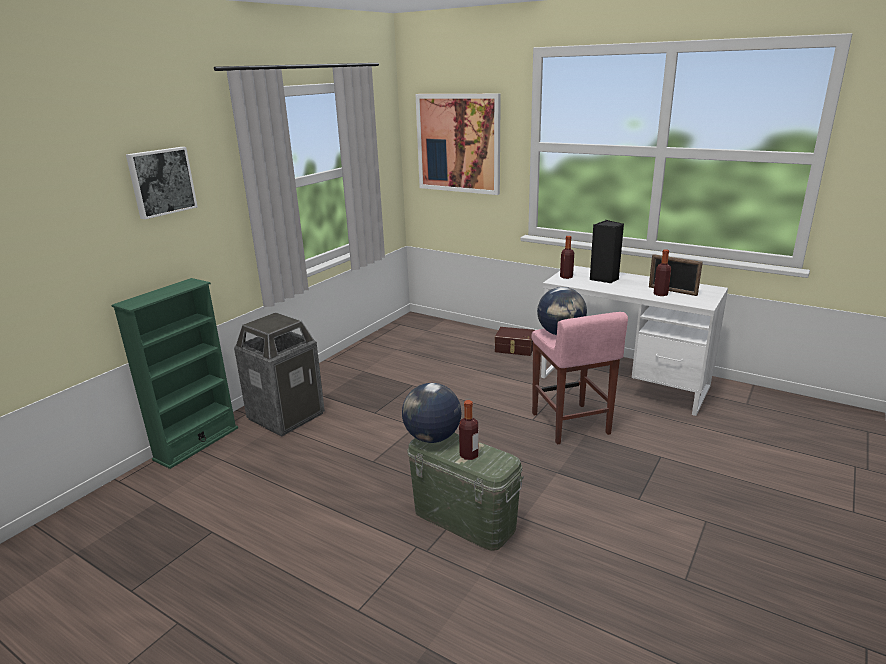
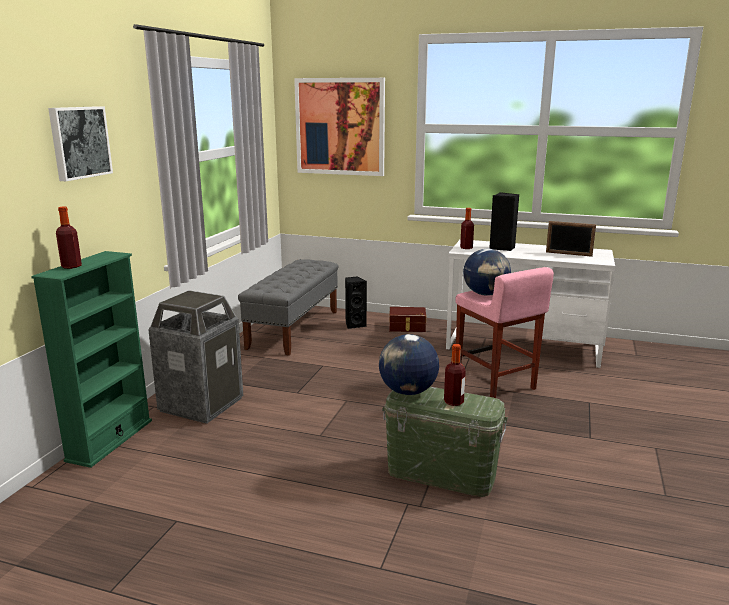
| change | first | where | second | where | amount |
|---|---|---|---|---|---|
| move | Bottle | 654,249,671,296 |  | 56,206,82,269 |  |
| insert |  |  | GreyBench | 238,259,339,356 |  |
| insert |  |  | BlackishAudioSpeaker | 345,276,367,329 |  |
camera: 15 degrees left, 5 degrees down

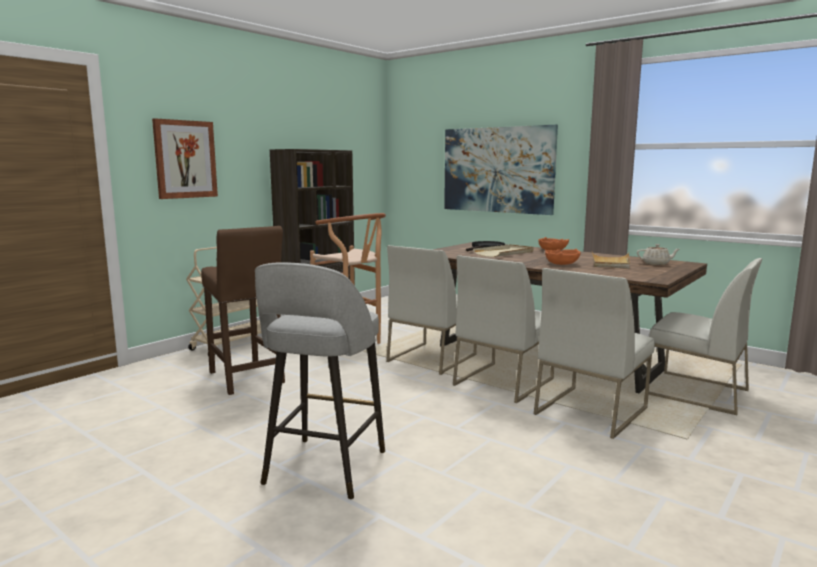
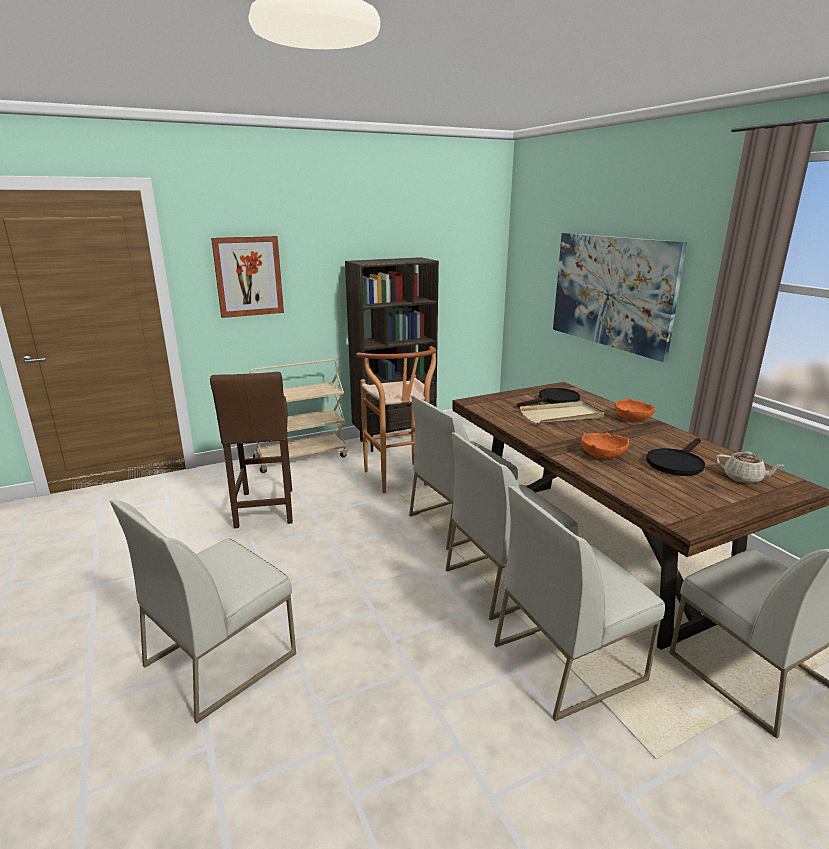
| change | first | where | second | where | amount |
|---|---|---|---|---|---|
| replace | BeigeTray | 592,252,630,269 | BlackishFryingPan | 646,438,705,476 |  |
| replace | GreyStool | 255,262,385,500 | WhiteChair | 110,500,296,724 |  |
camera: 25 degrees right, 10 degrees up

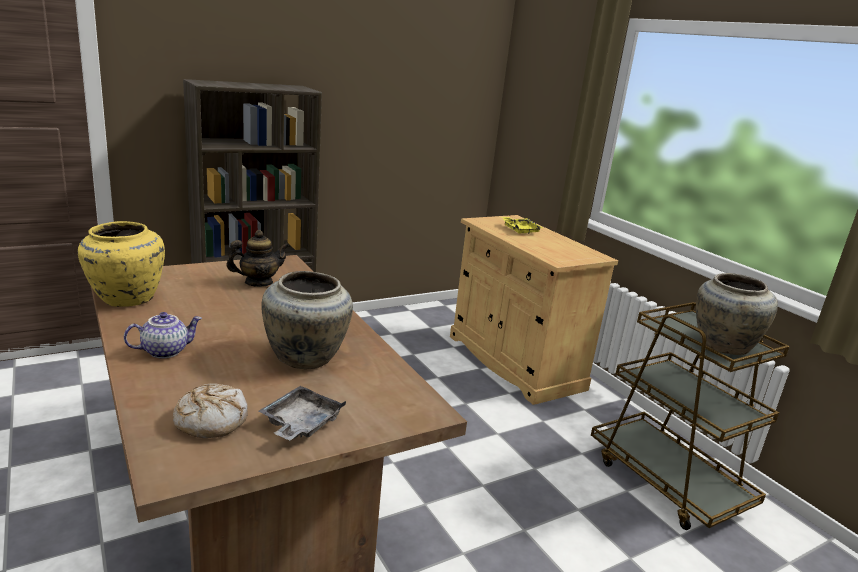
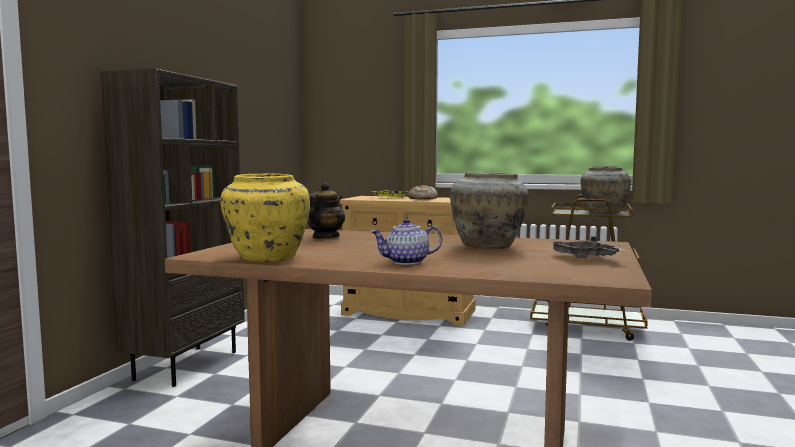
| change | first | where | second | where | amount |
|---|---|---|---|---|---|
| rotate | TeaPot | 124,312,202,359 |  | 370,219,442,265 | 120 degrees counterclockwise |
| move | BakeryBread | 173,384,248,438 |  | 408,185,438,200 |  |
camera: 40 degrees left, 15 degrees down

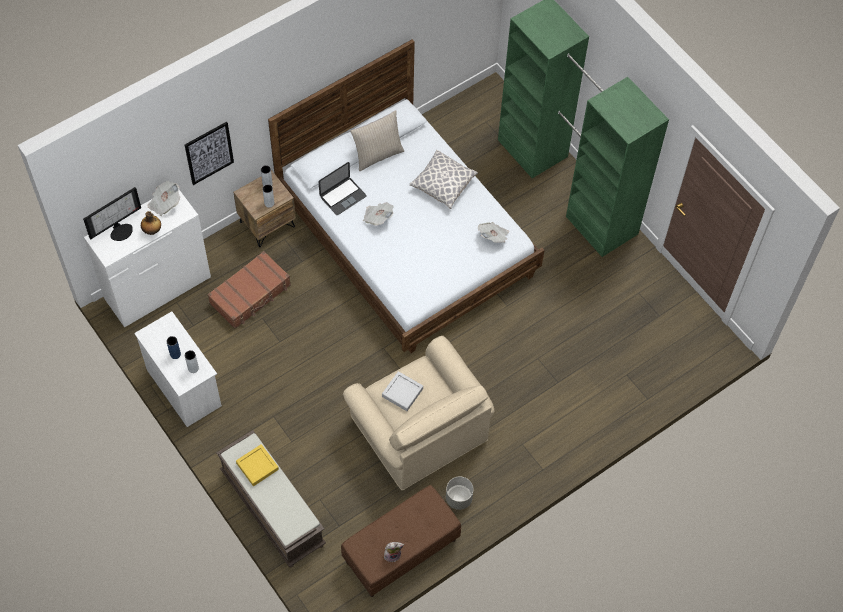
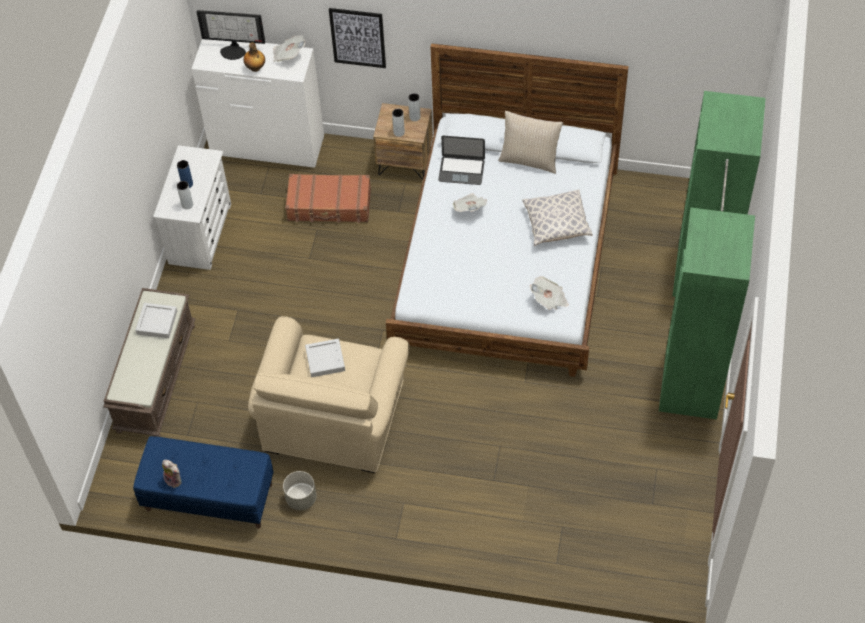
| change | first | where | second | where | amount |
|---|---|---|---|---|---|
| recolor | YellowColouredTray | 236,444,279,486 | GreyTray | 135,303,177,338 |  |
| recolor | BrownishBench | 341,485,461,597 | BlueColouredBench | 133,436,274,529 |  |
camera: 50 degrees right, 5 degrees down

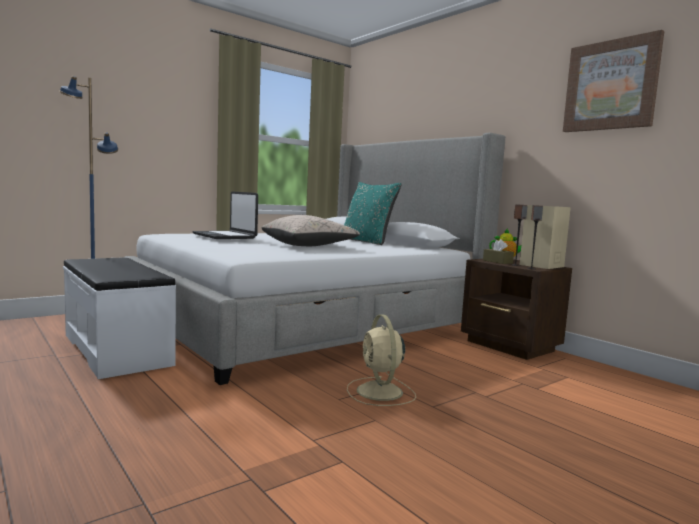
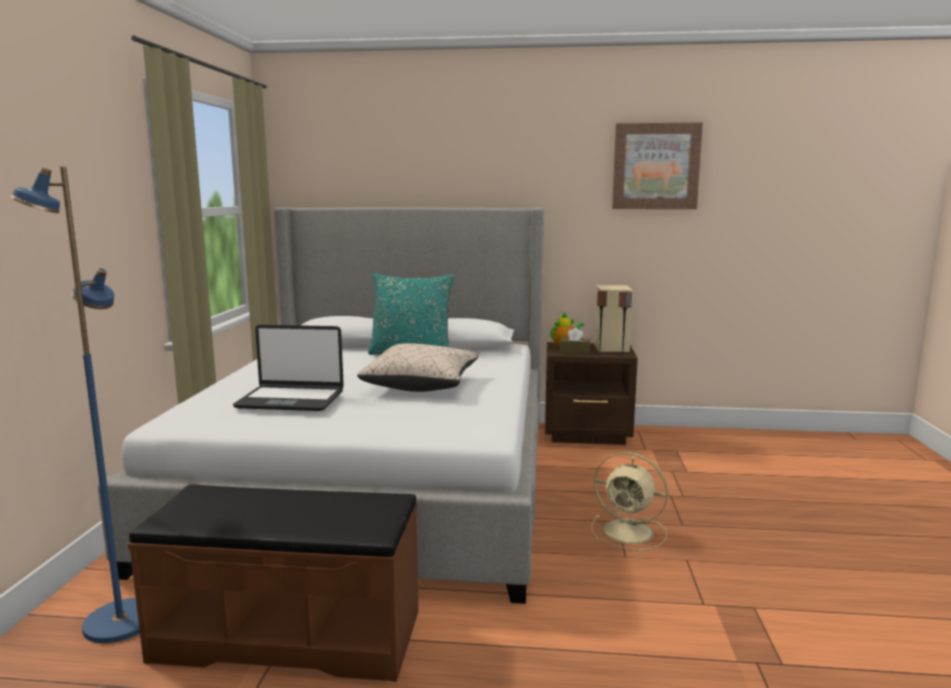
| change | first | where | second | where | amount |
|---|---|---|---|---|---|
| recolor | WhiteBench | 63,258,176,379 | BrownishBench | 128,484,418,682 |  |
camera: 45 degrees left, 5 degrees up

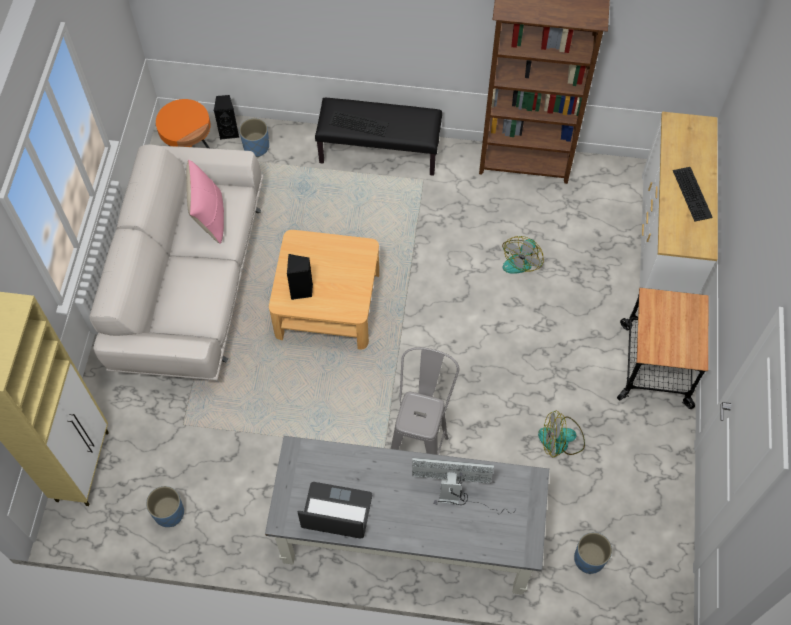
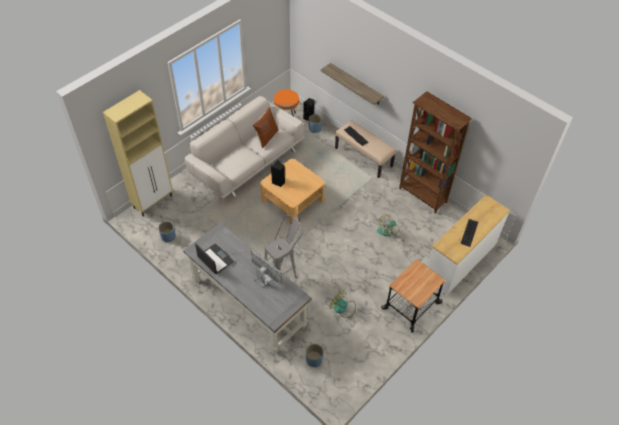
| change | first | where | second | where | amount |
|---|---|---|---|---|---|
| recolor | BlackishBench | 315,98,442,176 | BeigeBench | 335,120,397,178 |  |
| recolor | PinkColouredThrowPillow | 186,160,224,244 | BrownishThrowPillow | 253,107,278,148 |  |
| insert |  |  | Shelf | 321,63,384,105 |  |
camera: 35 degrees right, 10 degrees down

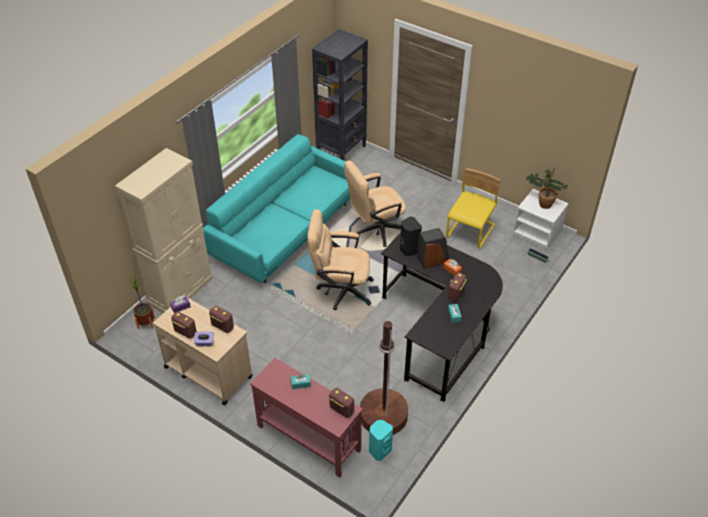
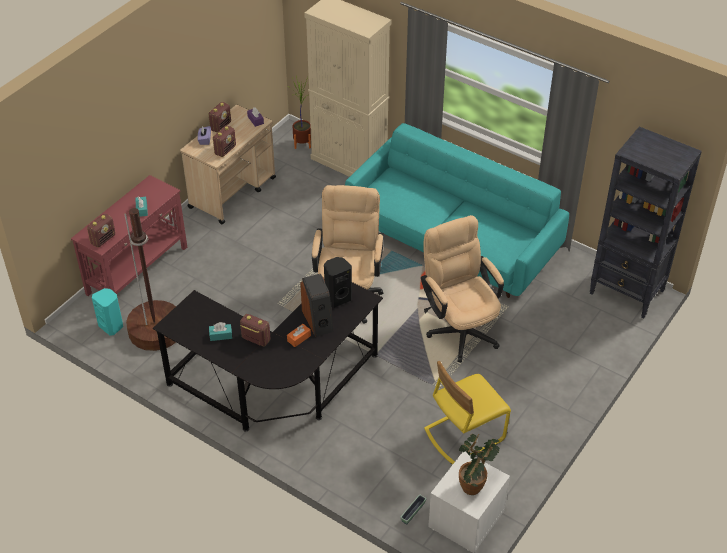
| change | first | where | second | where | amount |
|---|---|---|---|---|---|
| rotate | YellowColouredChair | 446,168,501,248 |  | 424,361,511,465 | 120 degrees clockwise |
camera: 90 degrees right, 0 degrees up

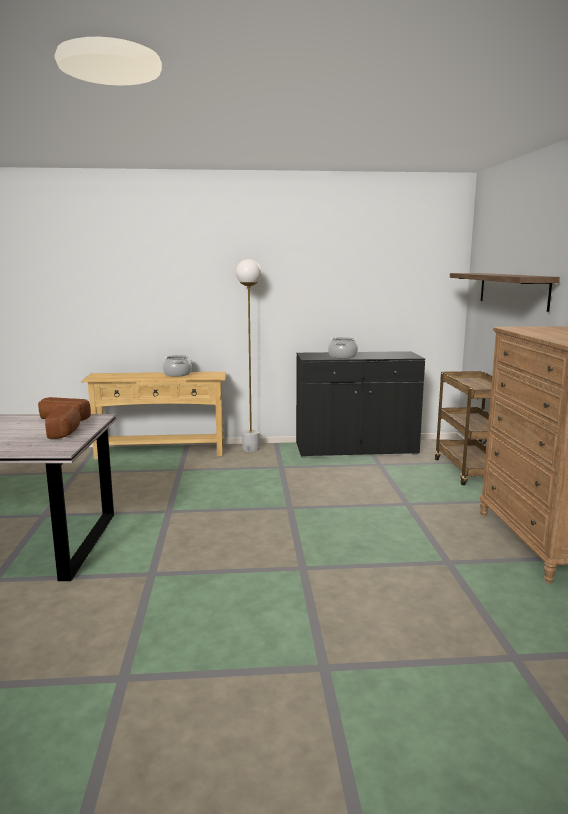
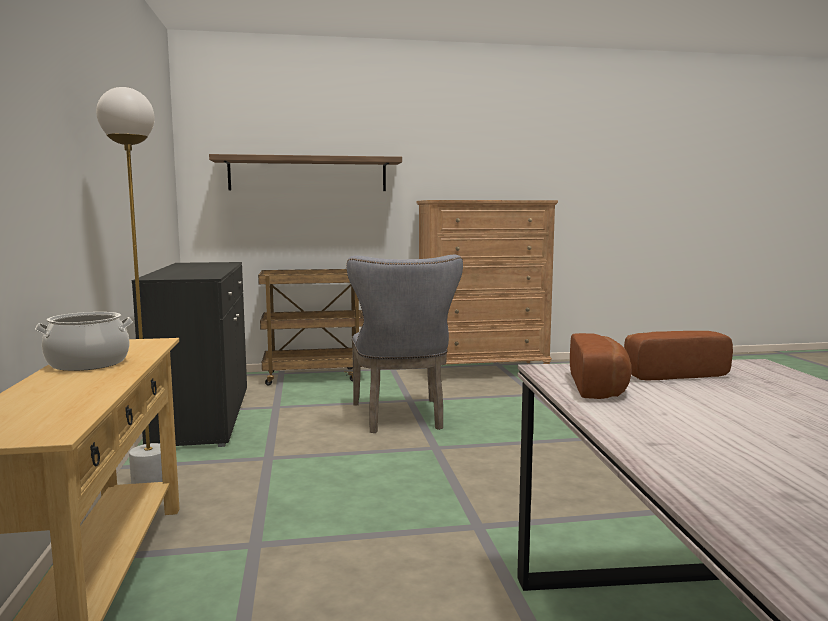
| change | first | where | second | where | amount |
|---|---|---|---|---|---|
| delete | Stockpot | 328,337,358,358 |  |  |  |
| insert |  |  | GreyChair | 346,255,463,433 |  |
camera: 95 degrees left, 5 degrees down

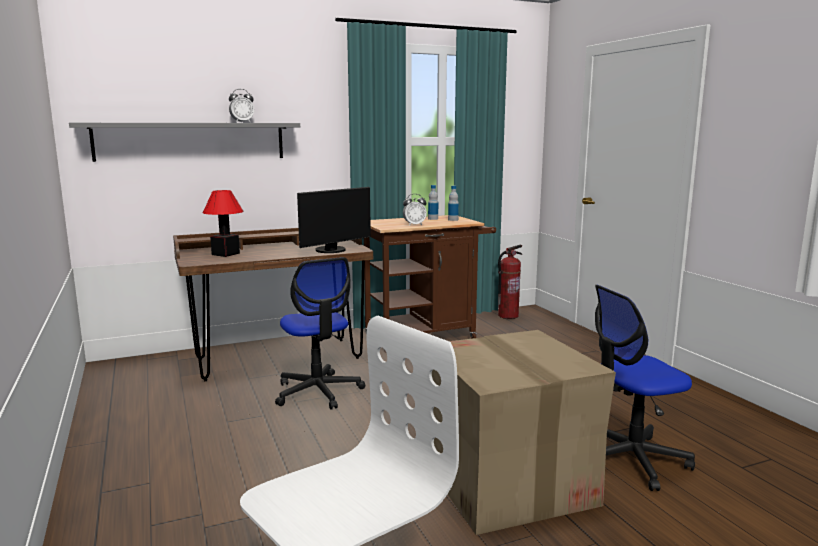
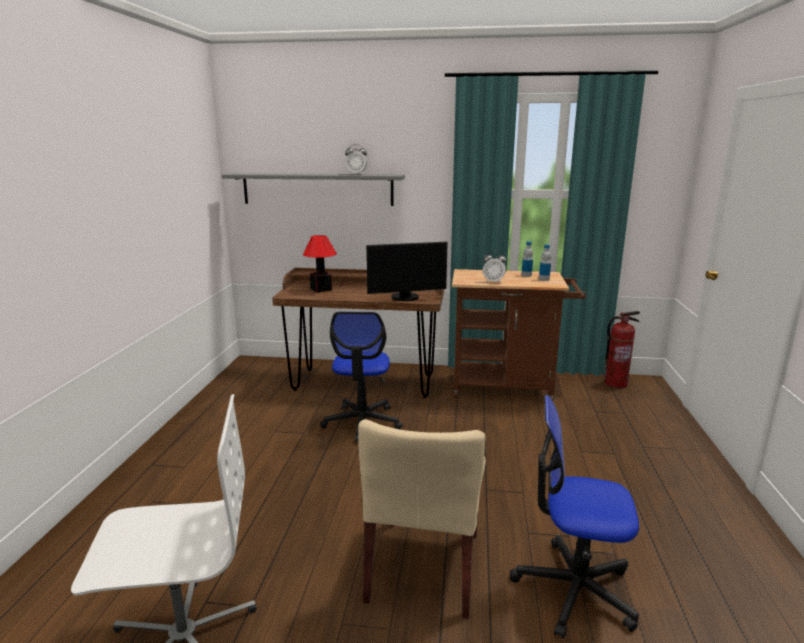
| change | first | where | second | where | amount |
|---|---|---|---|---|---|
| replace | Carton | 432,330,616,535 | BeigeChair | 358,419,486,619 |  |
camera: 30 degrees right, 5 degrees up

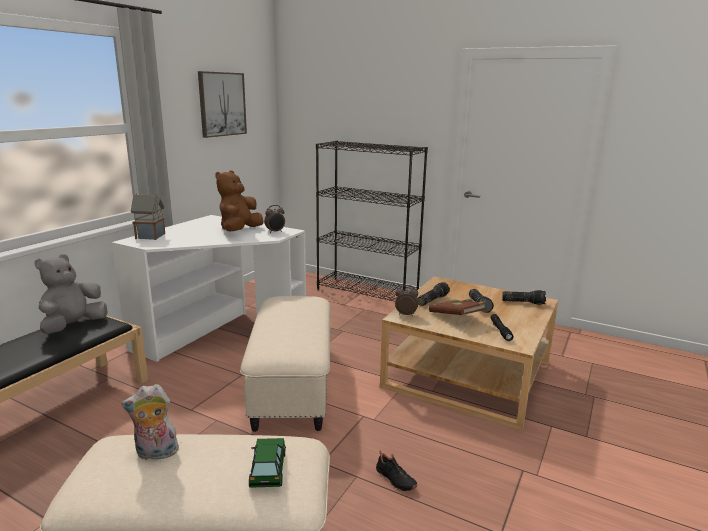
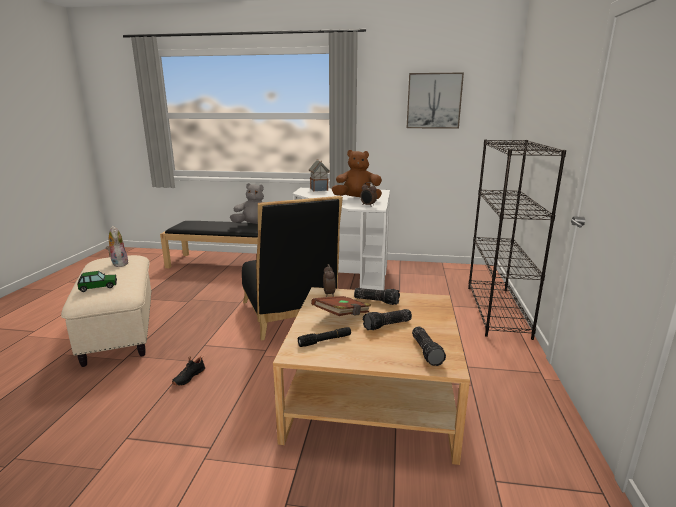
| change | first | where | second | where | amount |
|---|---|---|---|---|---|
| replace | BeigePouffe | 240,296,330,432 | BlackishChair | 242,196,343,341 |  |
camera: 70 degrees right, 0 degrees up

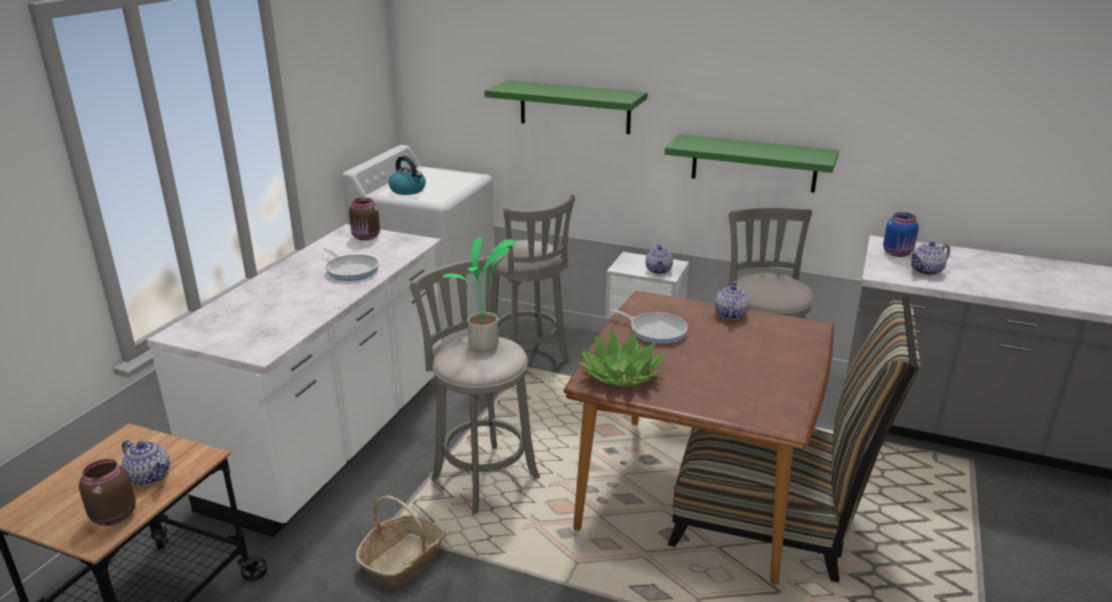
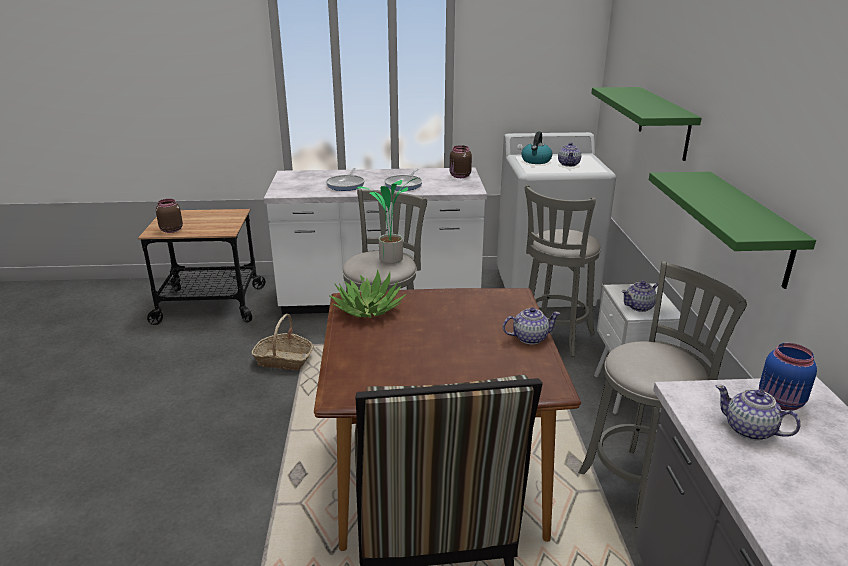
| change | first | where | second | where | amount |
|---|---|---|---|---|---|
| move | FryingPan | 610,309,688,344 |  | 326,168,365,191 |  |
| move | TeaPot | 122,440,170,485 |  | 558,142,581,167 |  |
camera: 65 degrees right, 0 degrees up

